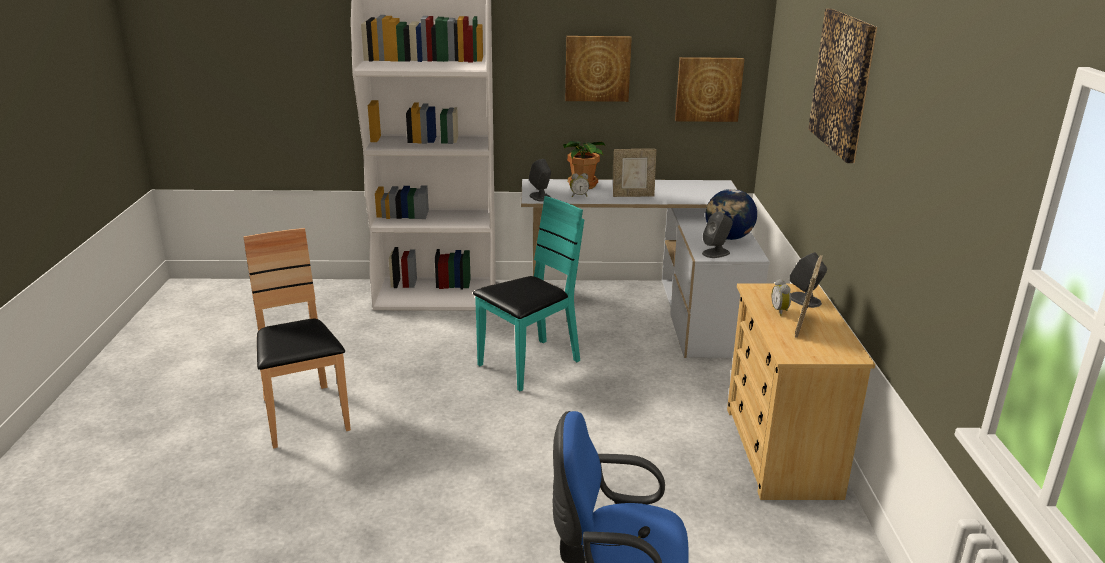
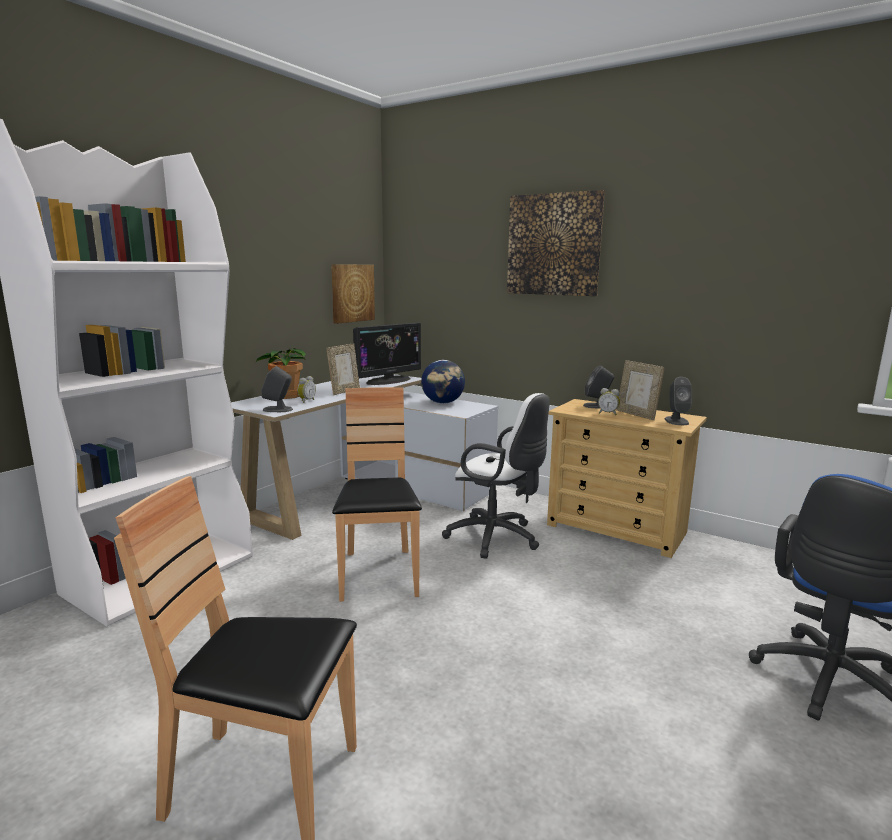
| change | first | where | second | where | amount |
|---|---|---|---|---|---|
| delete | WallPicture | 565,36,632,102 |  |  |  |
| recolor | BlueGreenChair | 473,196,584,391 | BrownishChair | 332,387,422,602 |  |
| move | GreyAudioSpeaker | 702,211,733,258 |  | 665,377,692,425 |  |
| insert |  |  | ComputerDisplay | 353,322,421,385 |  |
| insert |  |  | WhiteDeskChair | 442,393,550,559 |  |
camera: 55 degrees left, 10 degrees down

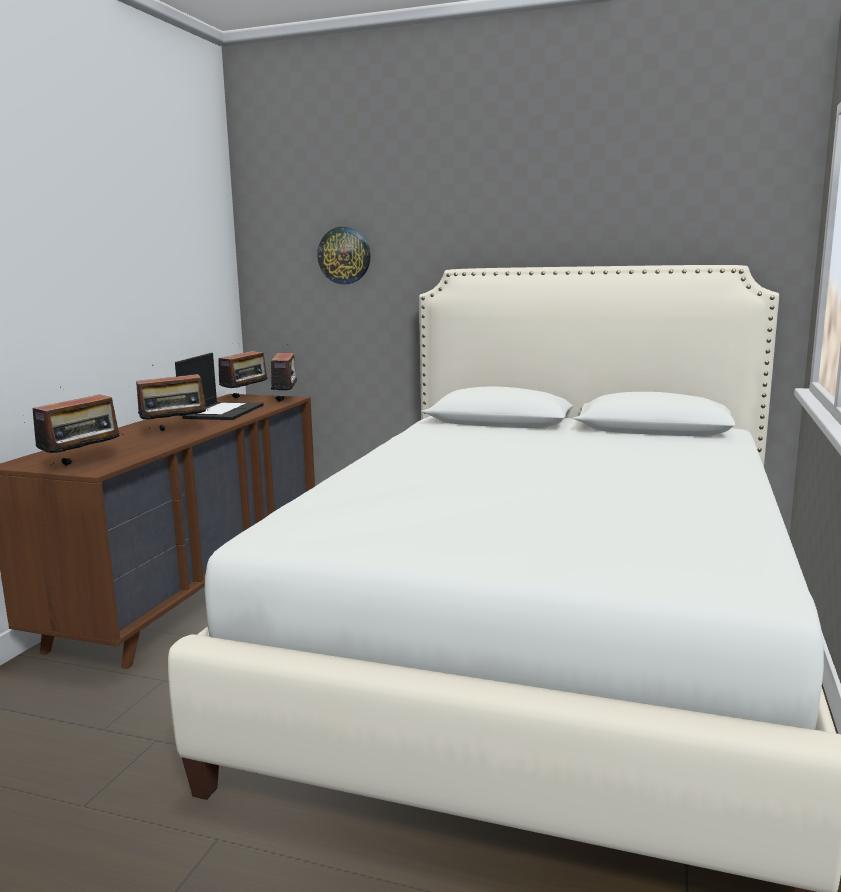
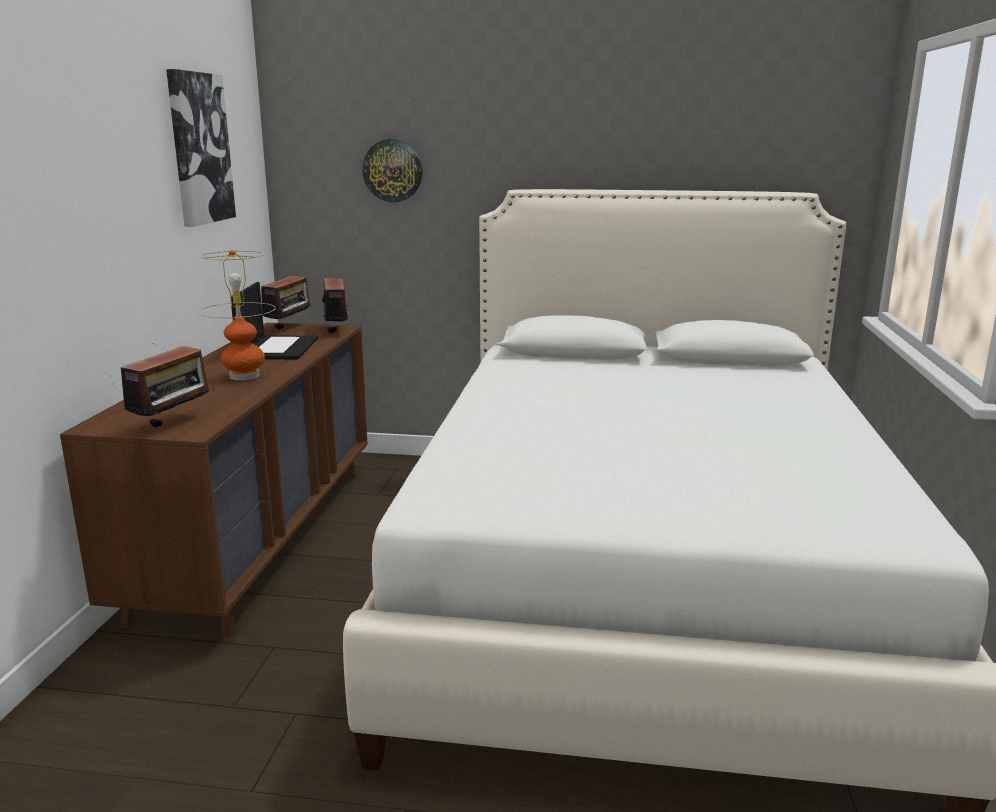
| change | first | where | second | where | amount |
|---|---|---|---|---|---|
| replace | RadioReceiver | 136,365,210,431 | LampForATable | 198,250,276,381 |  |
| insert |  |  | WallPicture | 166,69,236,227 |  |
camera: 10 degrees left, 5 degrees up

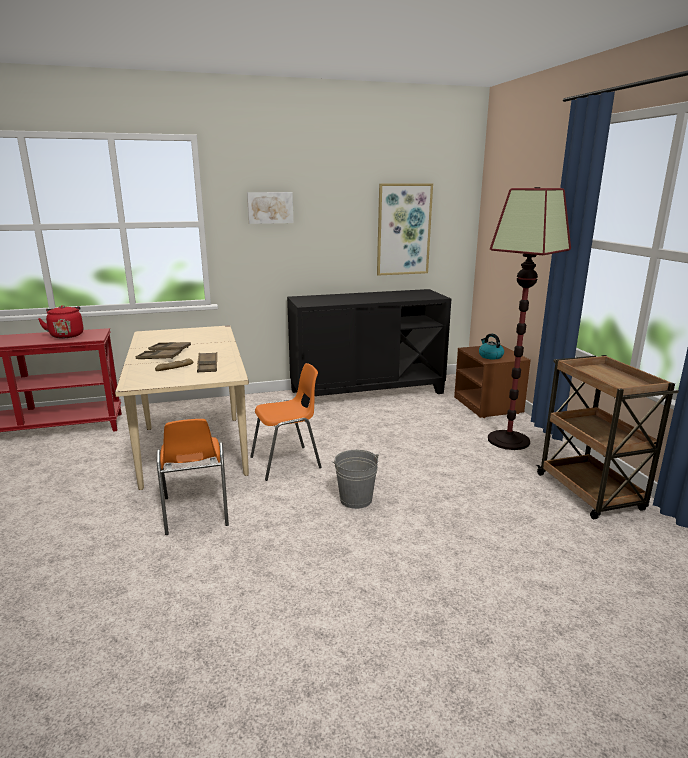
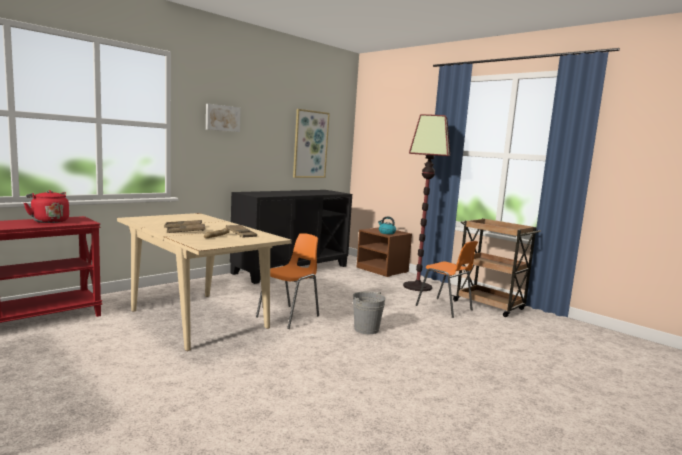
| change | first | where | second | where | amount |
|---|---|---|---|---|---|
| move | OrangeChair | 157,419,229,535 |  | 416,241,478,318 |  |
camera: 30 degrees left, 10 degrees down

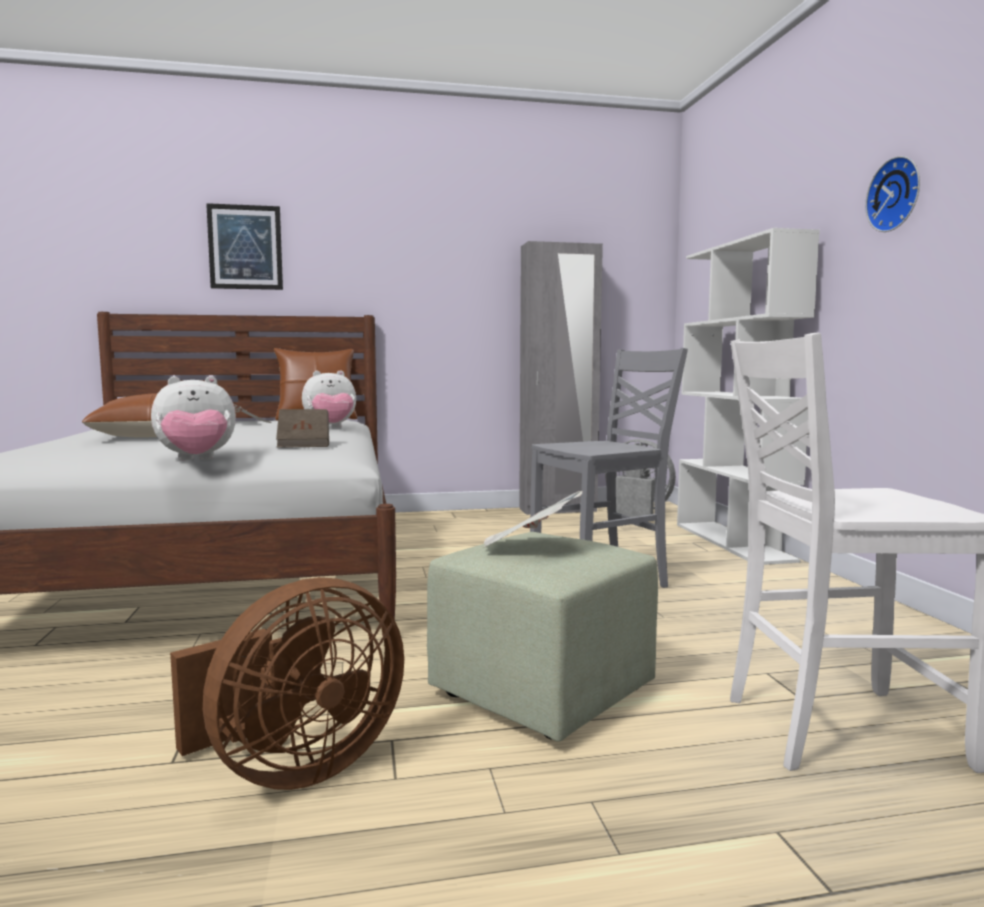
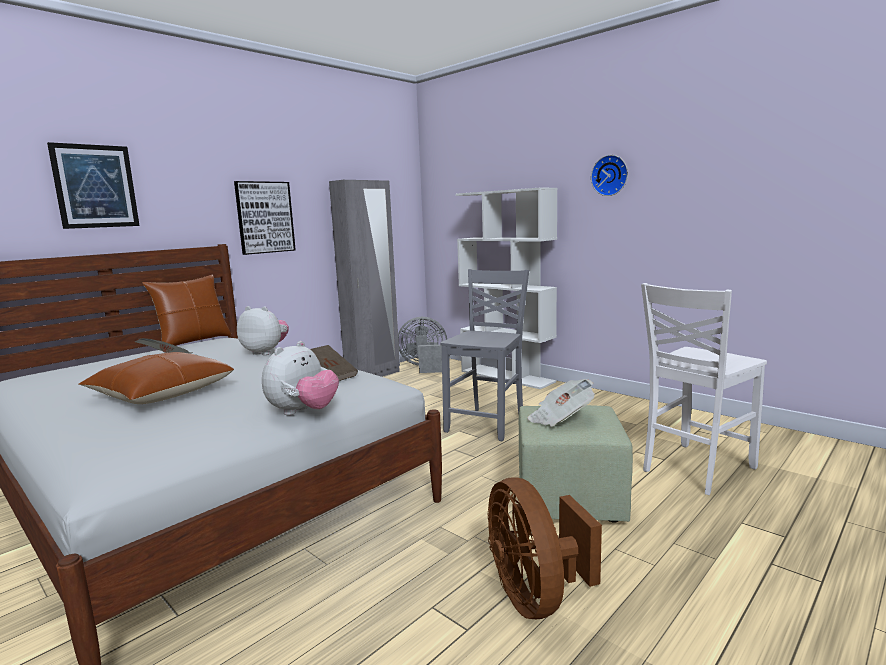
| change | first | where | second | where | amount |
|---|---|---|---|---|---|
| rotate | SoftToy | 302,370,356,428 |  | 237,306,289,355 | 105 degrees counterclockwise |
| rotate | BrownishCoolingFan | 170,577,404,790 |  | 488,478,602,619 | 150 degrees clockwise |
| insert |  |  | WallPicture | 234,181,296,255 |  |
camera: 35 degrees left, 5 degrees up

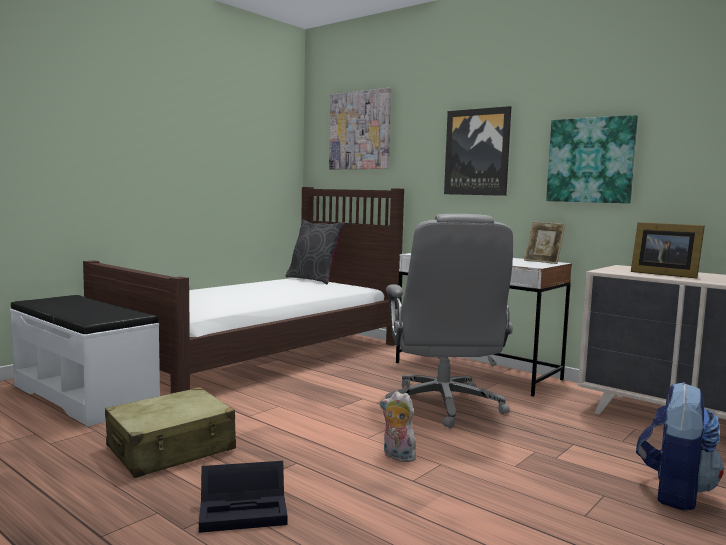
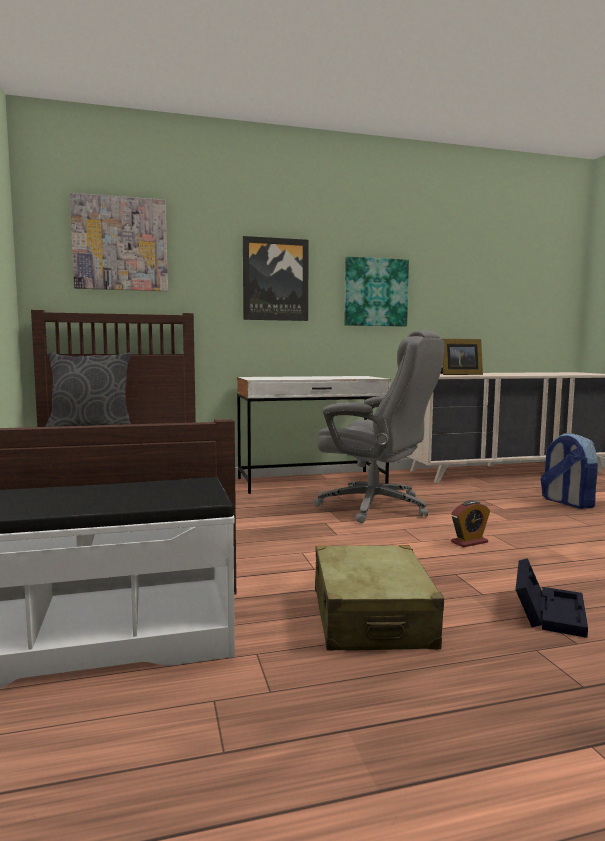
| change | first | where | second | where | amount |
|---|---|---|---|---|---|
| delete | PhotoFrame | 524,222,566,264 |  |  |  |
| replace | SoftToy | 381,391,418,462 | TableClock | 451,500,490,547 |  |
camera: 55 degrees left, 0 degrees up

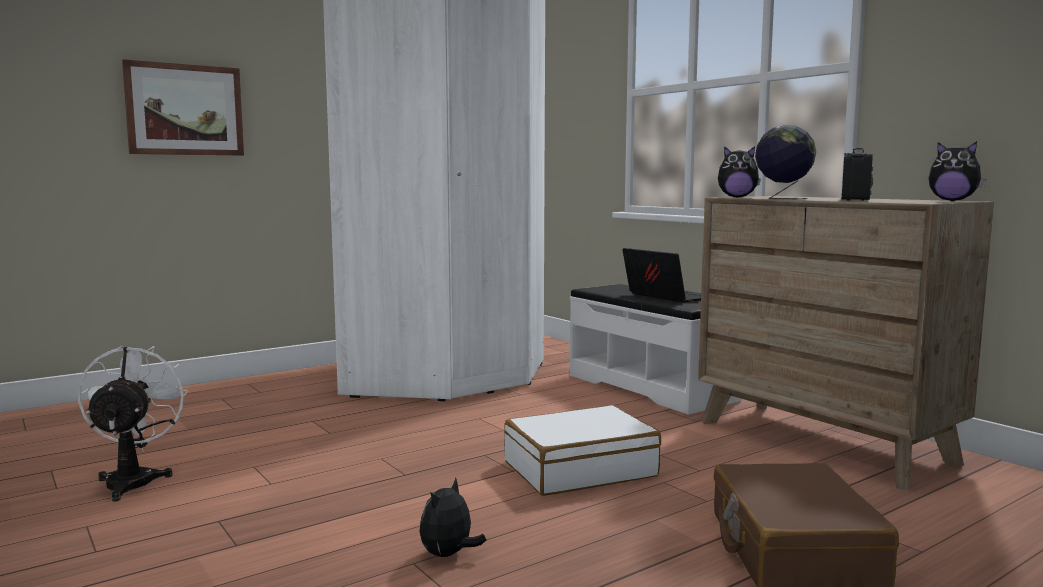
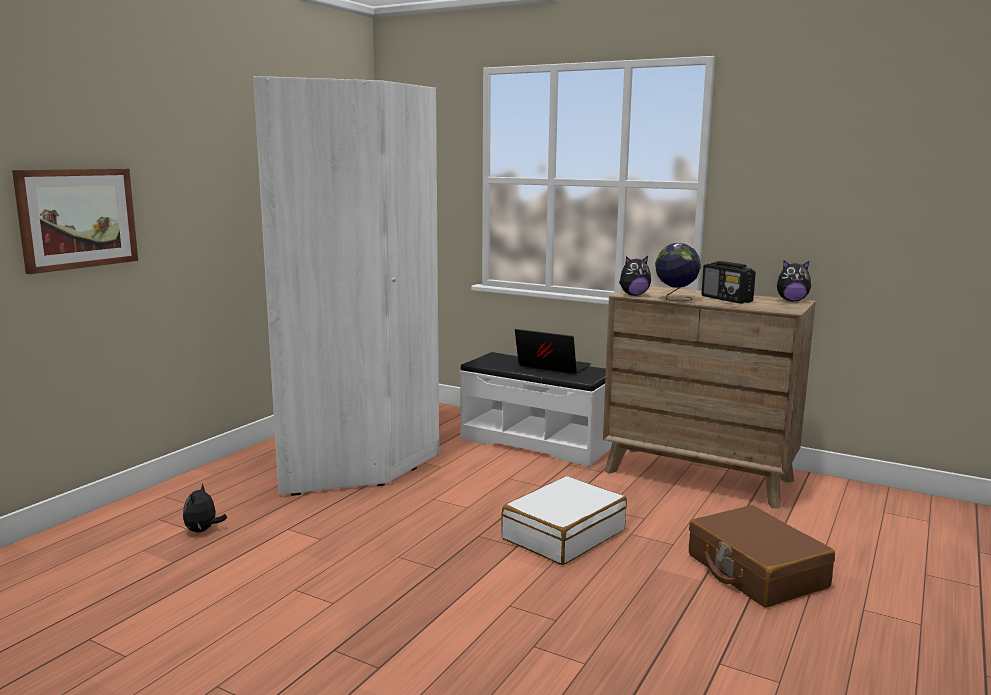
| change | first | where | second | where | amount |
|---|---|---|---|---|---|
| rotate | RadioReceiver | 842,148,873,201 |  | 701,261,756,304 | 150 degrees clockwise |
| delete | WhiteCoolingFan | 78,346,189,502 |  |  |  |
| move | SoftToy | 419,478,486,557 |  | 183,483,227,532 |  |
camera: 25 degrees left, 5 degrees up

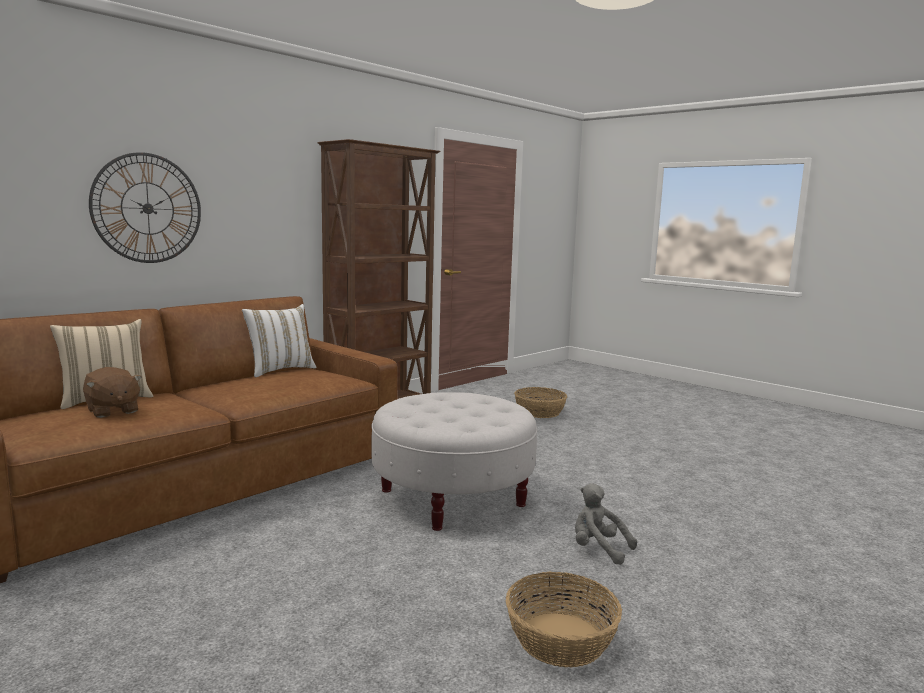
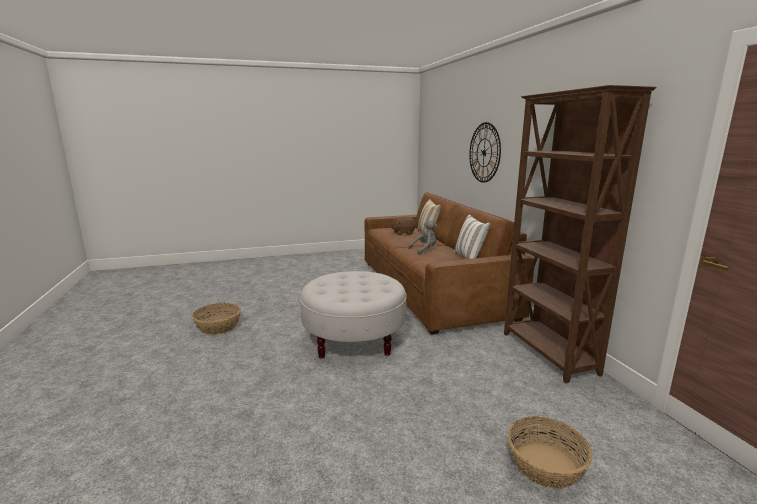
| change | first | where | second | where | amount |
|---|---|---|---|---|---|
| move | GreySoftToy | 575,483,637,565 |  | 408,220,437,255 |  |
camera: 120 degrees right, 5 degrees up

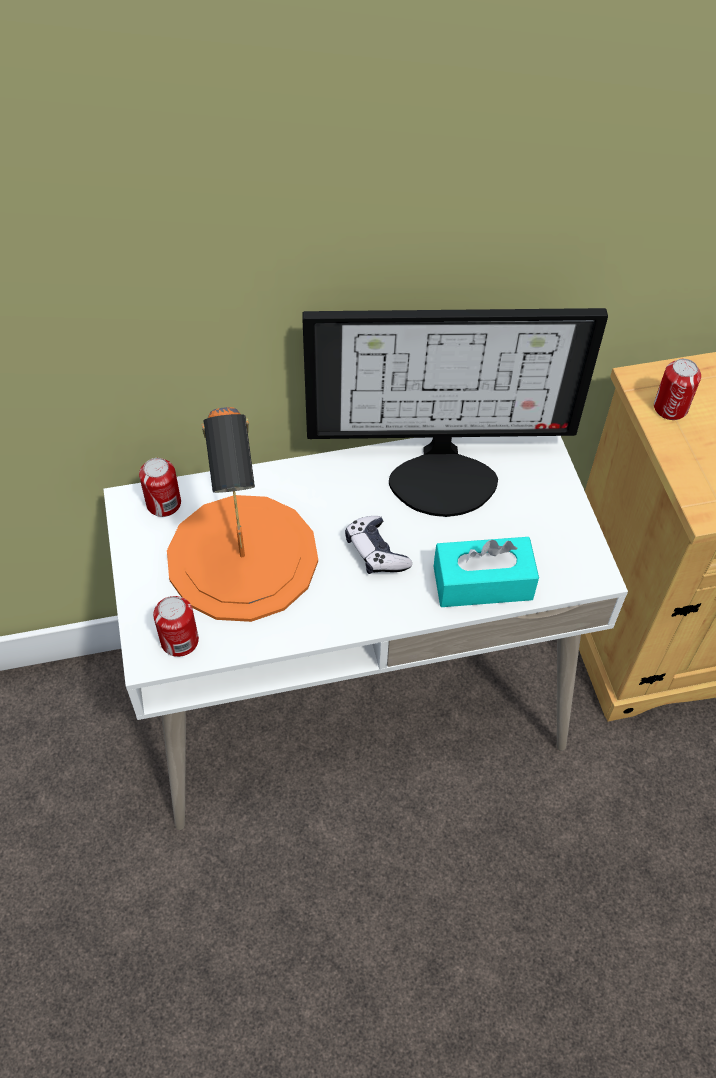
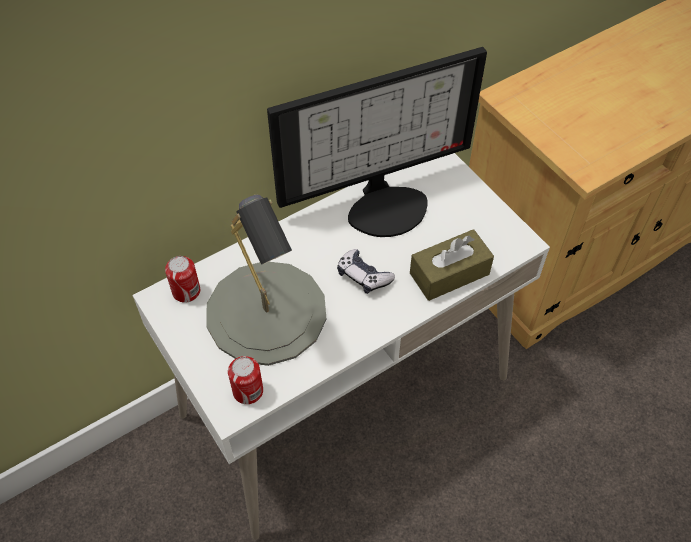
| change | first | where | second | where | amount |
|---|---|---|---|---|---|
| delete | SealedCan | 654,359,701,420 |  |  |  |
| recolor | OrangeLampForATable | 167,407,318,622 | GreyLampForATable | 206,195,326,366 |  |
| recolor | BlueGreenBoxOfTissues | 434,537,539,607 | BrownishBoxOfTissues | 410,229,494,301 |  |
camera: 20 degrees left, 0 degrees up

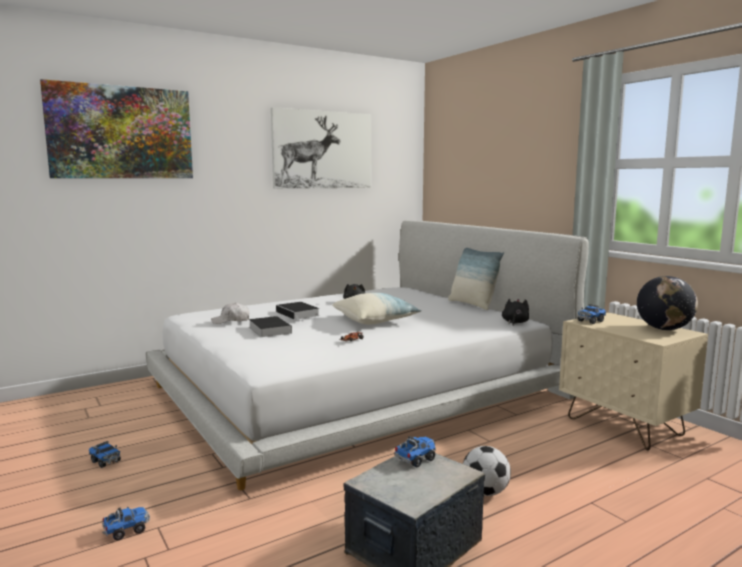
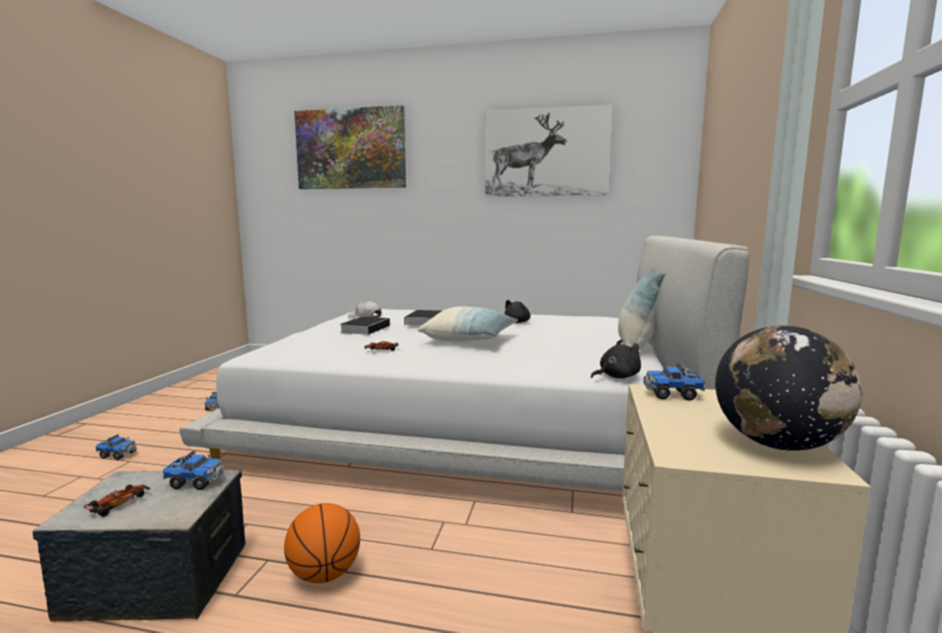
| change | first | where | second | where | amount |
|---|---|---|---|---|---|
| replace | Football | 463,446,511,496 | BasketballBall | 284,503,360,583 |  |
| insert |  |  | MiniatureCar | 83,485,151,517 |  |
camera: 45 degrees right, 0 degrees up

